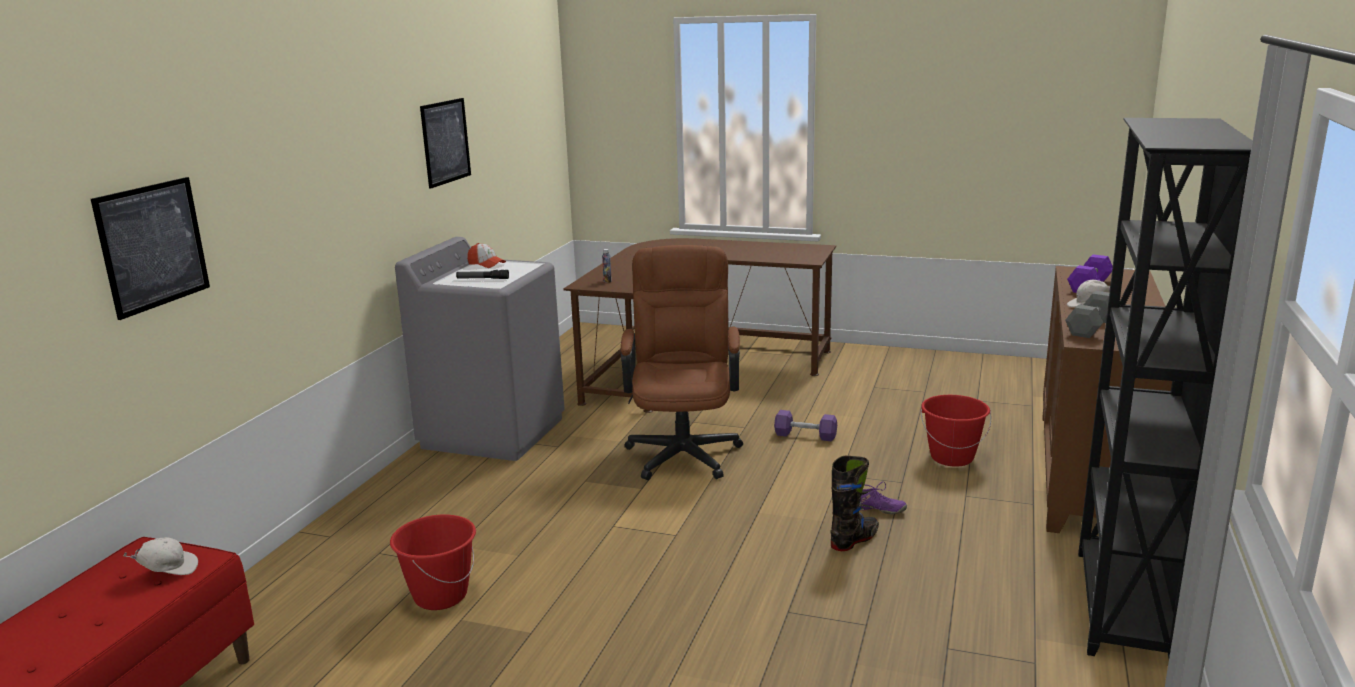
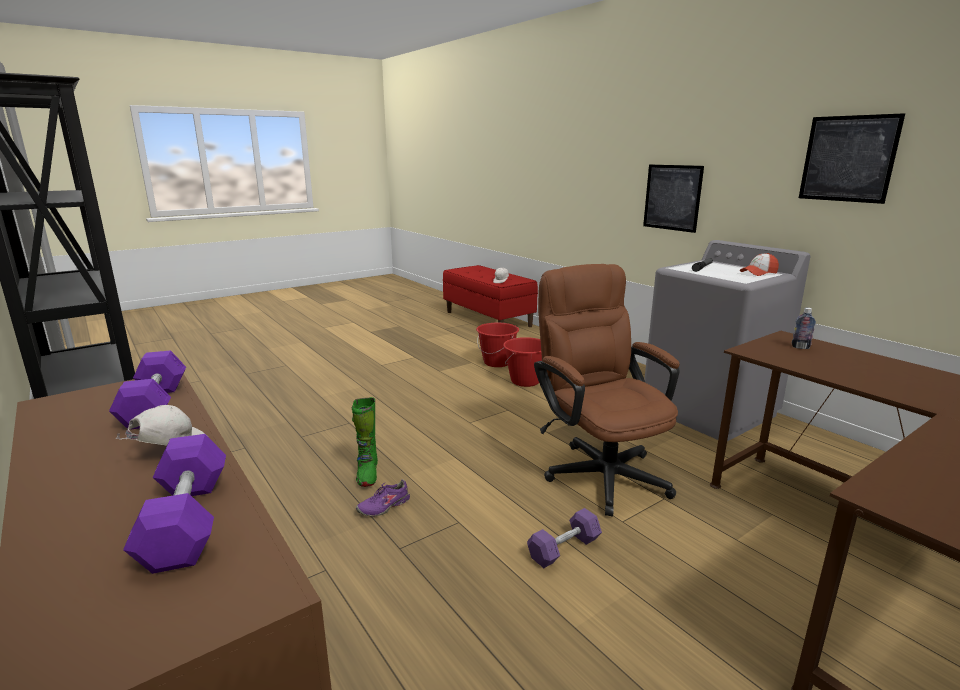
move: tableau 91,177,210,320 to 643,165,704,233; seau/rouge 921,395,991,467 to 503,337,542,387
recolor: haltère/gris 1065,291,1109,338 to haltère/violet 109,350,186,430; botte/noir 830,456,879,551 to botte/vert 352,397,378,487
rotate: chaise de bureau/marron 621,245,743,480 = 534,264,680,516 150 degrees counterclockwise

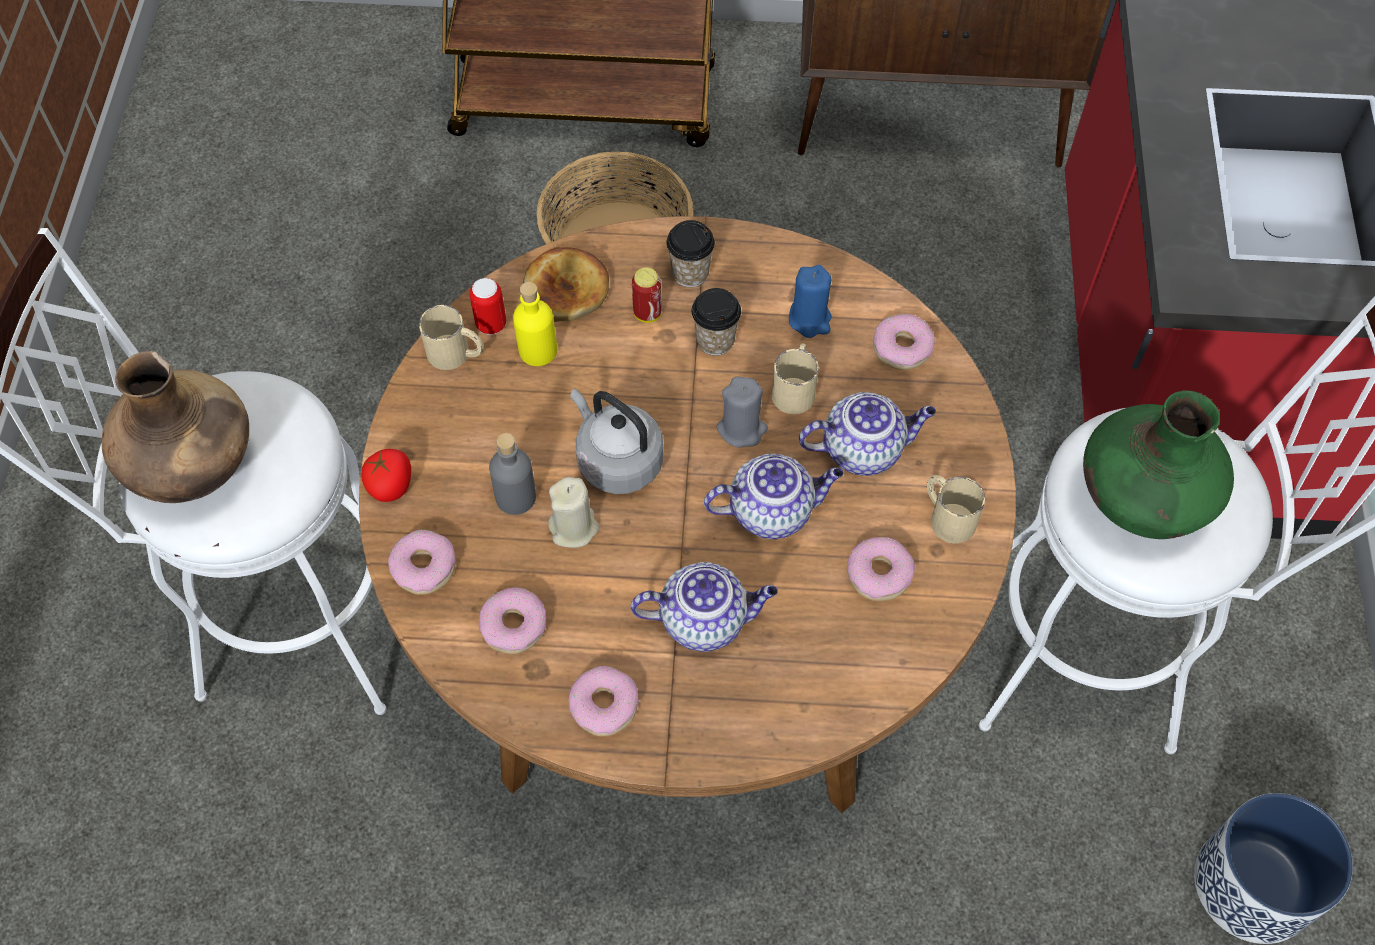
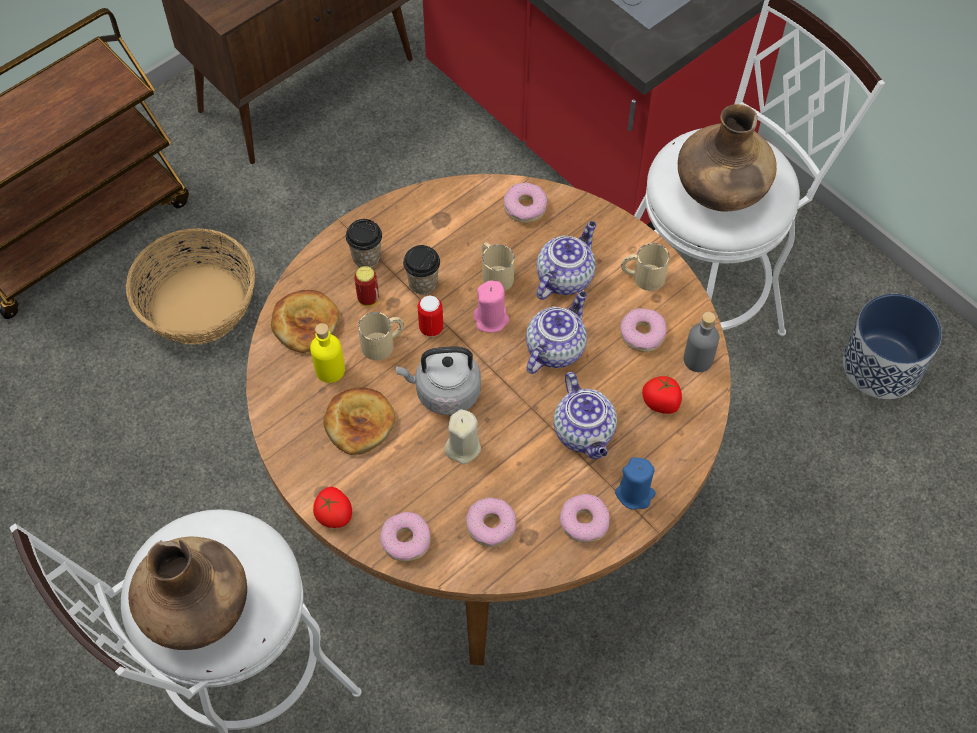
insert: tomate 642,376,682,414; pain 323,387,395,455
move: bougie/bleu 789,265,831,338 to 615,457,656,510; boîte métallique 469,278,506,335 to 418,295,443,337; mug/beige 419,305,484,370 to 358,312,404,360; bouteille/gris 489,433,536,515 to 684,312,719,372
recolor: bougie/gris 716,377,768,448 to bougie/rose 474,280,509,333; vase/vert 1083,390,1234,539 to vase/marron 678,104,777,212
rotate: théière 631,562,778,652 = 554,372,617,459 120 degrees clockwise

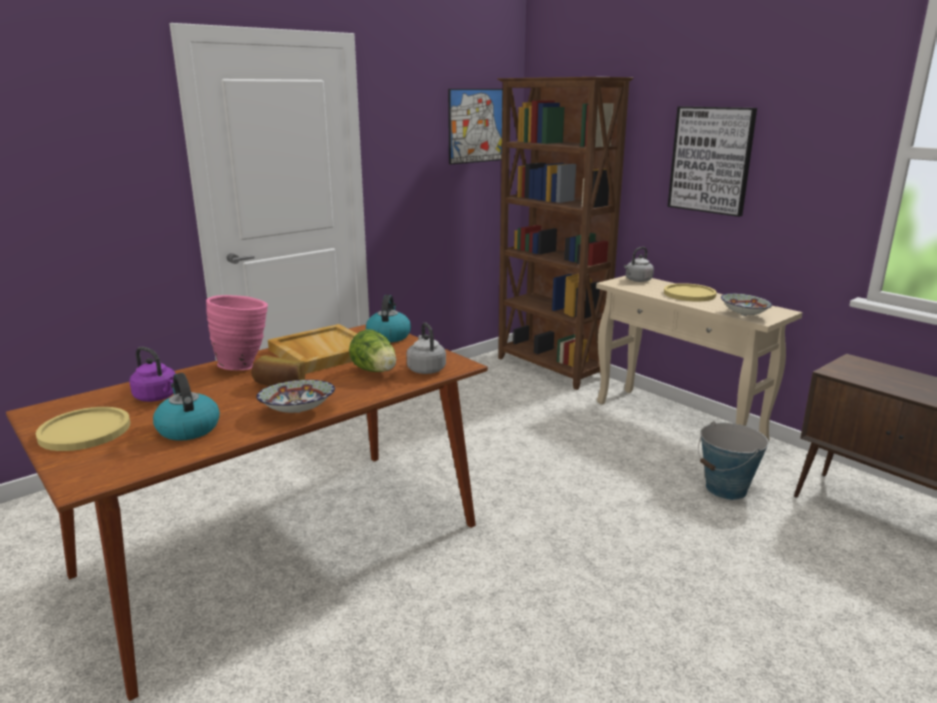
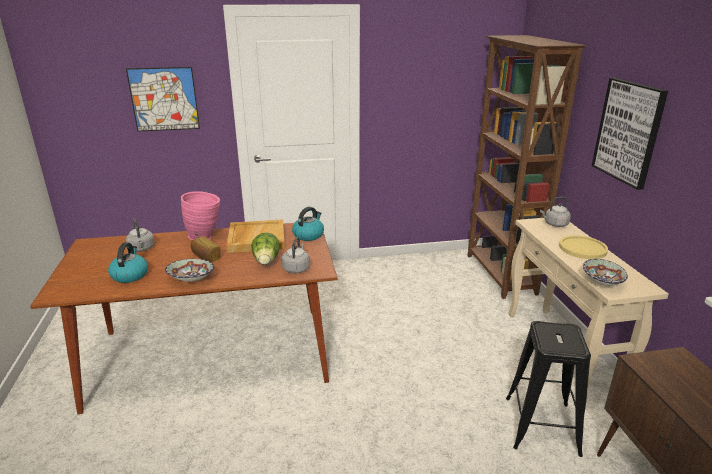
delete: assiette/jaune 36,407,130,451
move: tableau 448,89,503,164 to 126,67,200,132
replace: seau 698,421,769,500 to tabouret/noir 506,321,591,457
recolor: bouilloire/violet 129,347,176,402 to bouilloire/gris 126,218,154,252

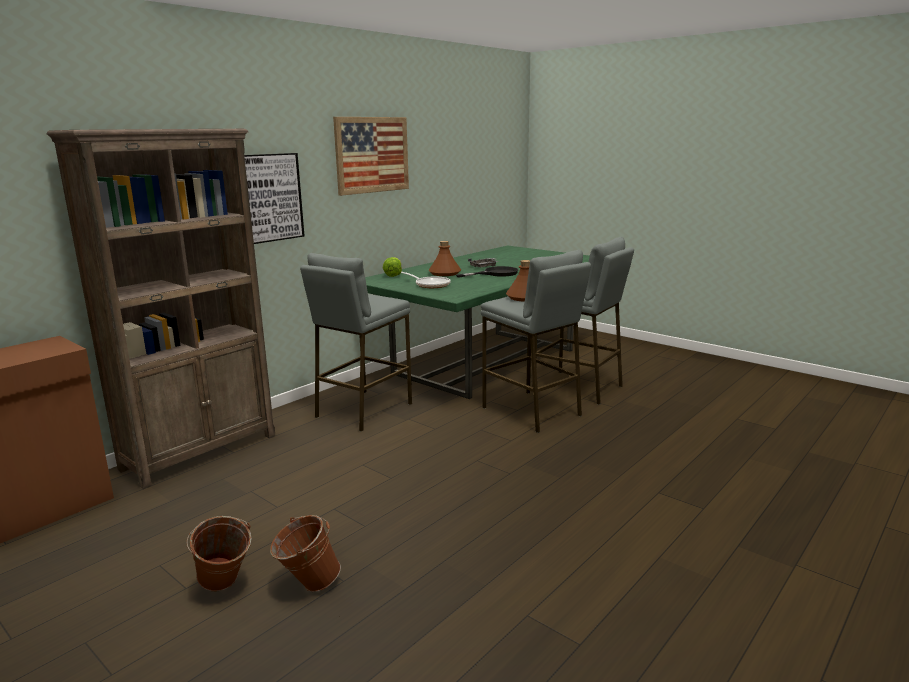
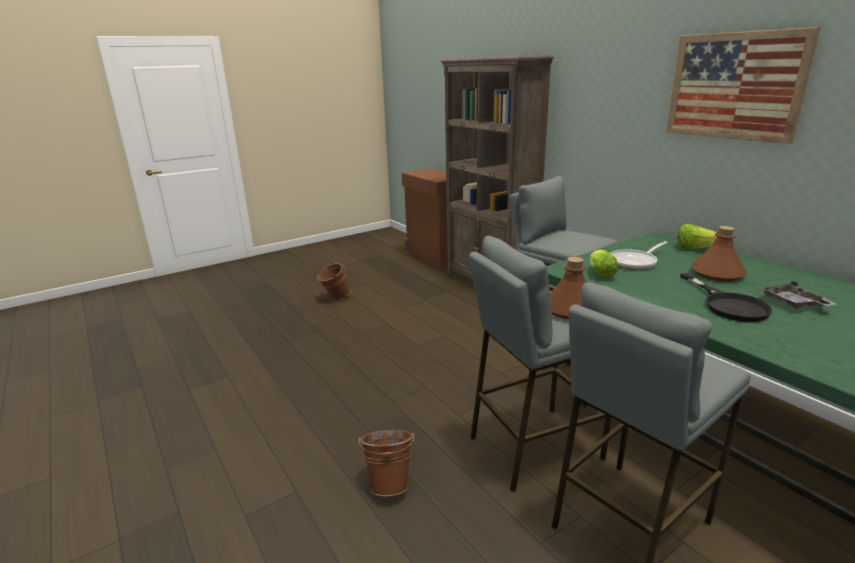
delete: tableau 244,153,305,244
insert: laitue 590,250,618,278
move: seau/marron 270,515,341,592 to 359,430,414,496

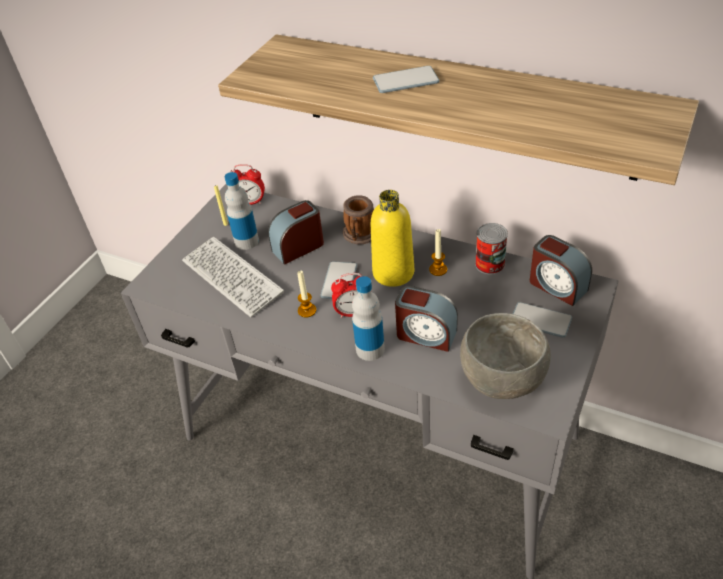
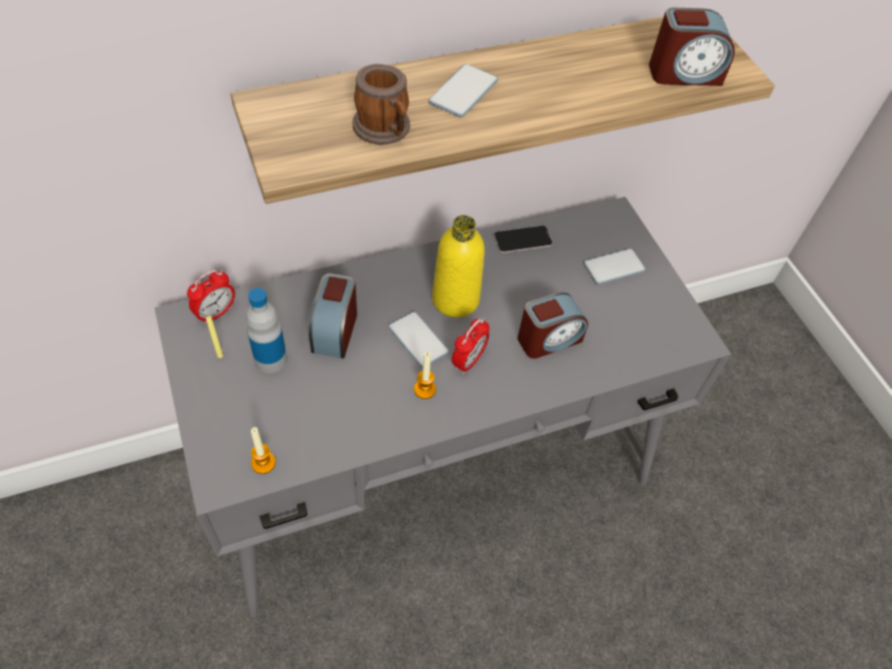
delete: clavier 182,237,284,317; bouteille 352,276,385,361; bol/gris 460,313,551,399
move: mug 343,195,374,244 to 352,64,410,145; bougie 429,229,447,276 to 251,427,276,474; réveil 530,235,592,306 to 649,8,735,86
replace: boîte métallique 475,223,508,274 to téléphone 494,225,553,253

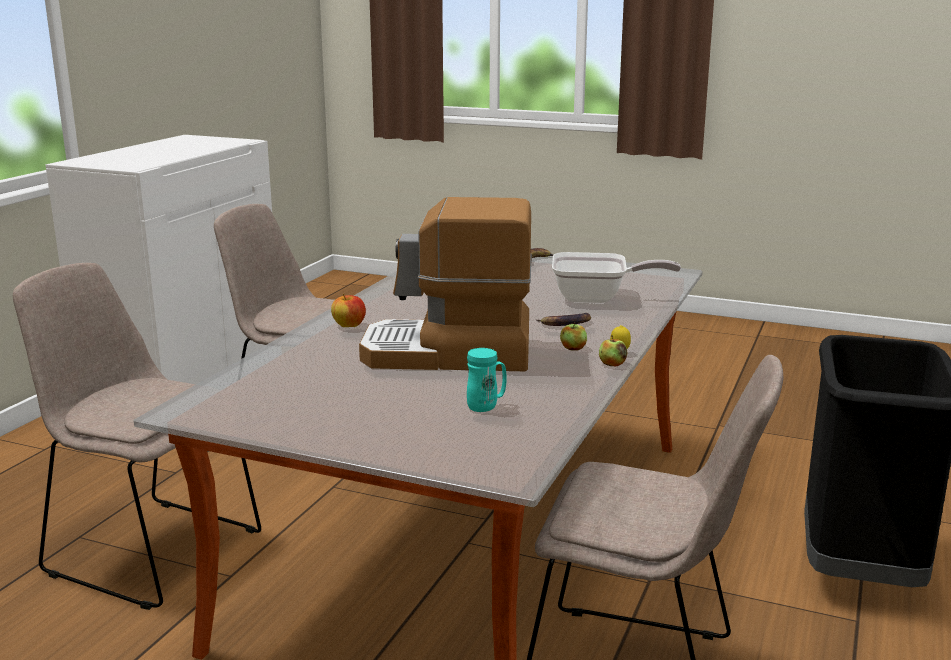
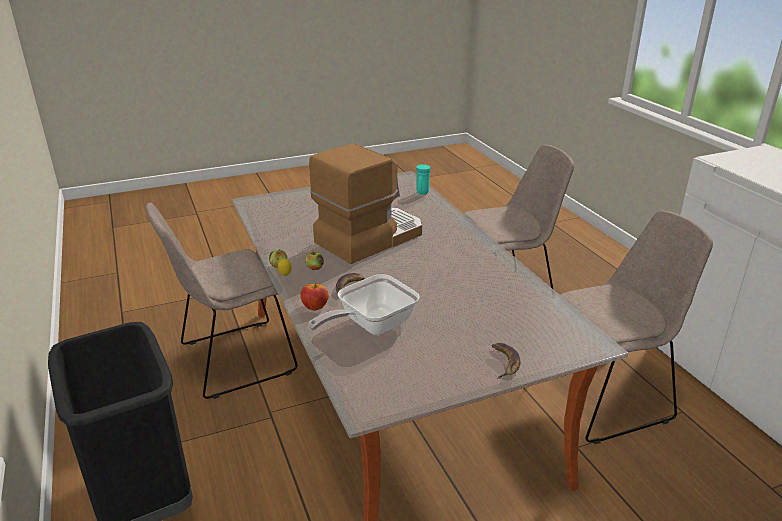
move: pomme 331,294,366,327 to 300,283,329,311; mug/turquoise 467,348,507,412 to 416,164,431,195

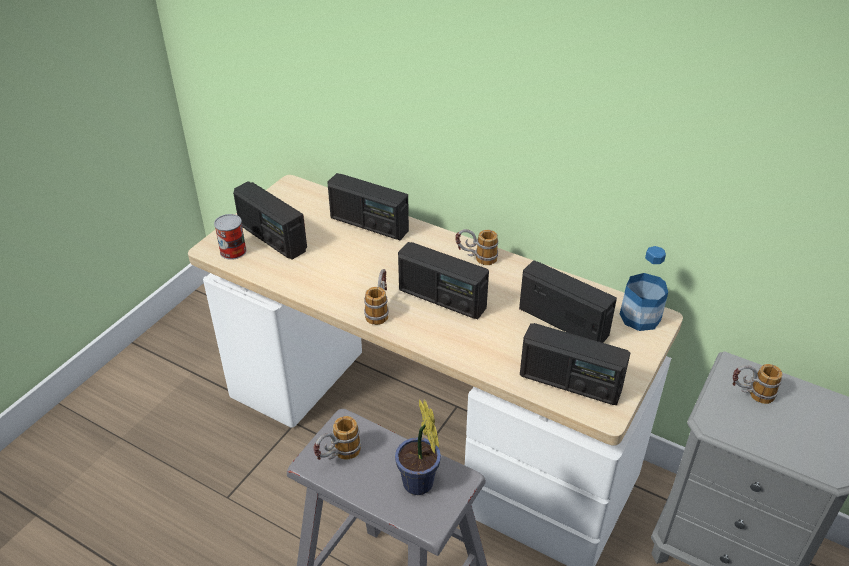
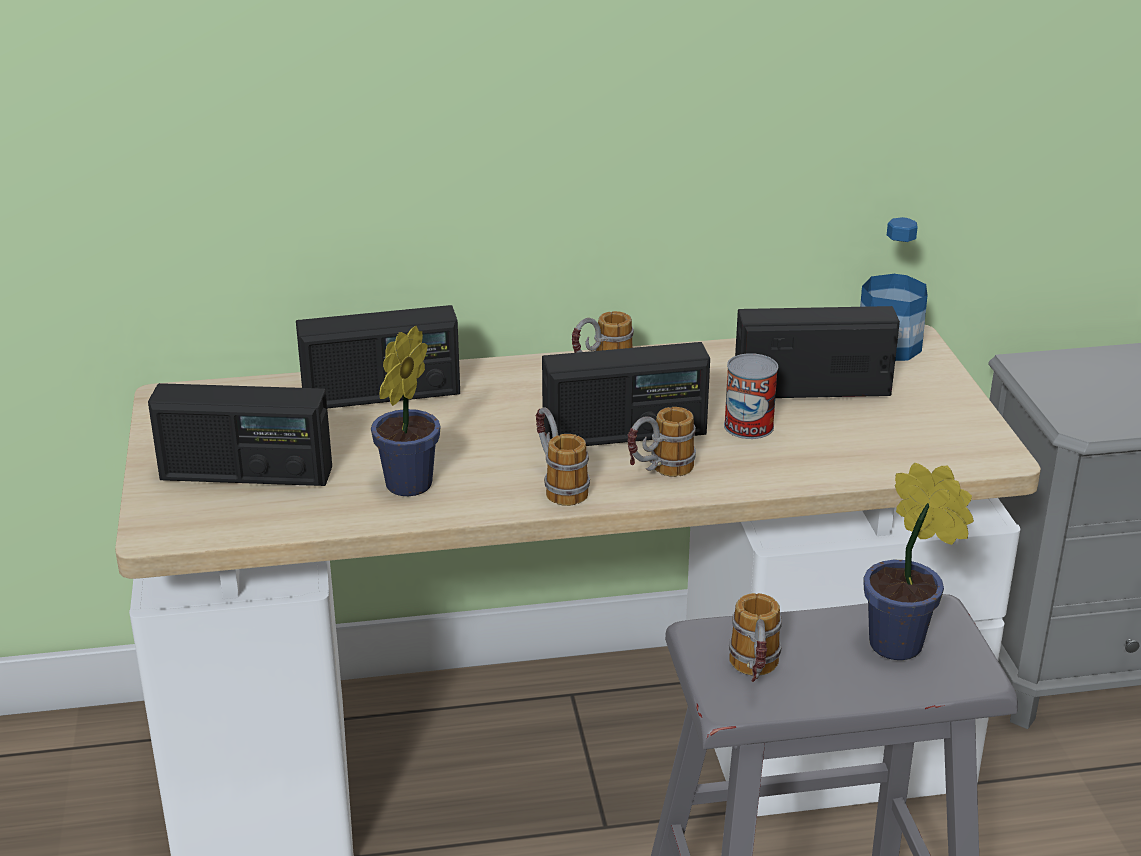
delete: radio 520,323,630,405
insert: plante en pot 371,326,441,496
move: boîte métallique 214,214,247,260 to 724,353,778,439; mug 733,364,783,404 to 628,407,696,477

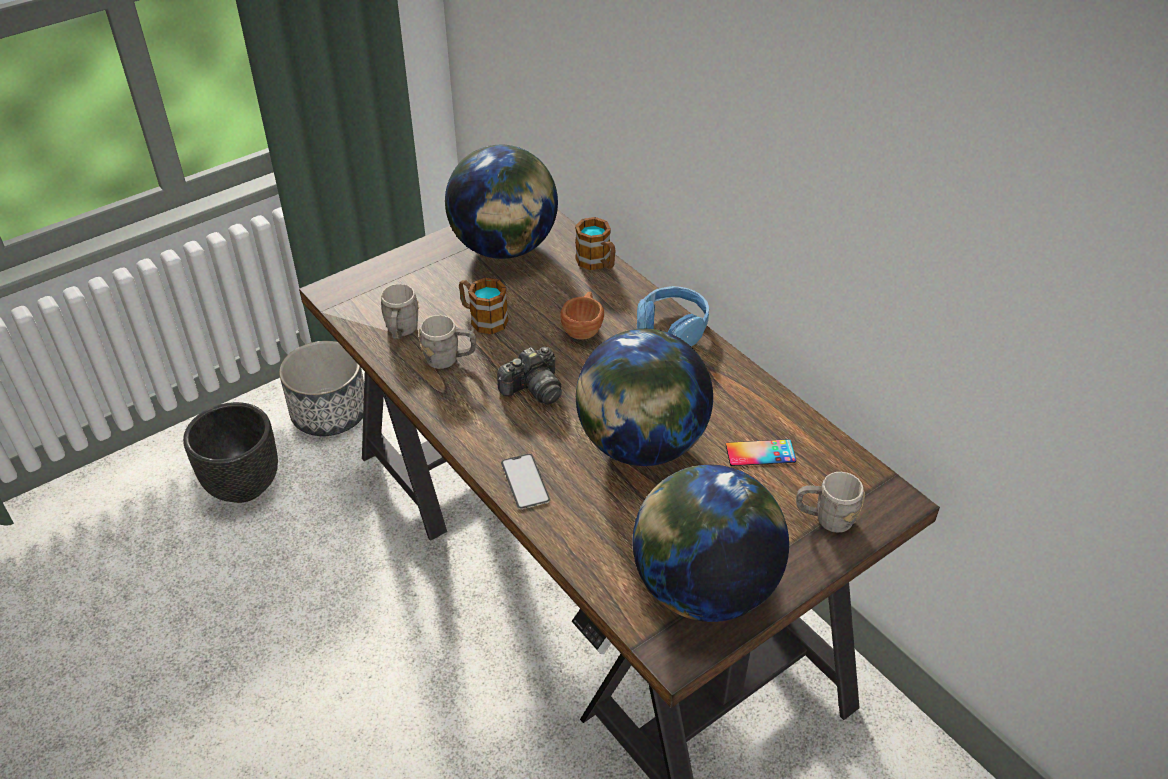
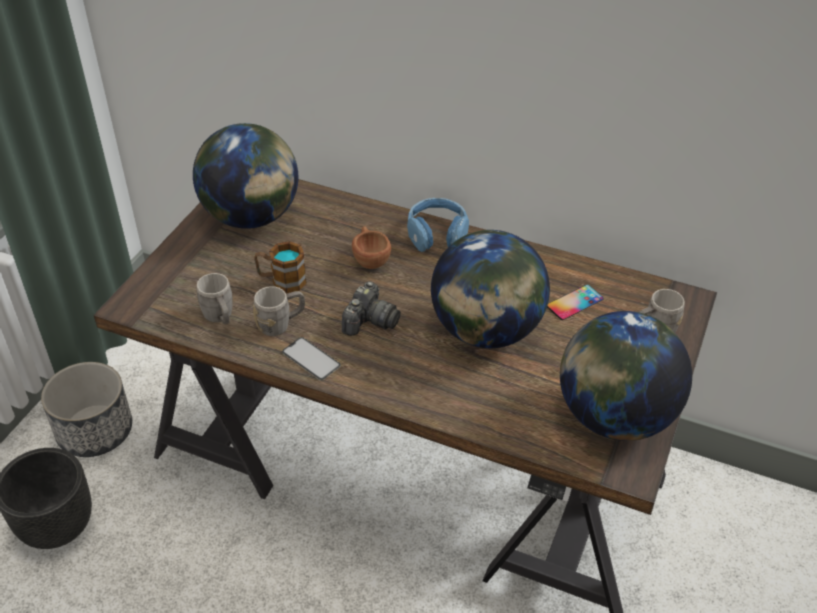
delete: mug 575,217,615,270
move: téléphone 501,454,550,509 to 282,337,341,380

